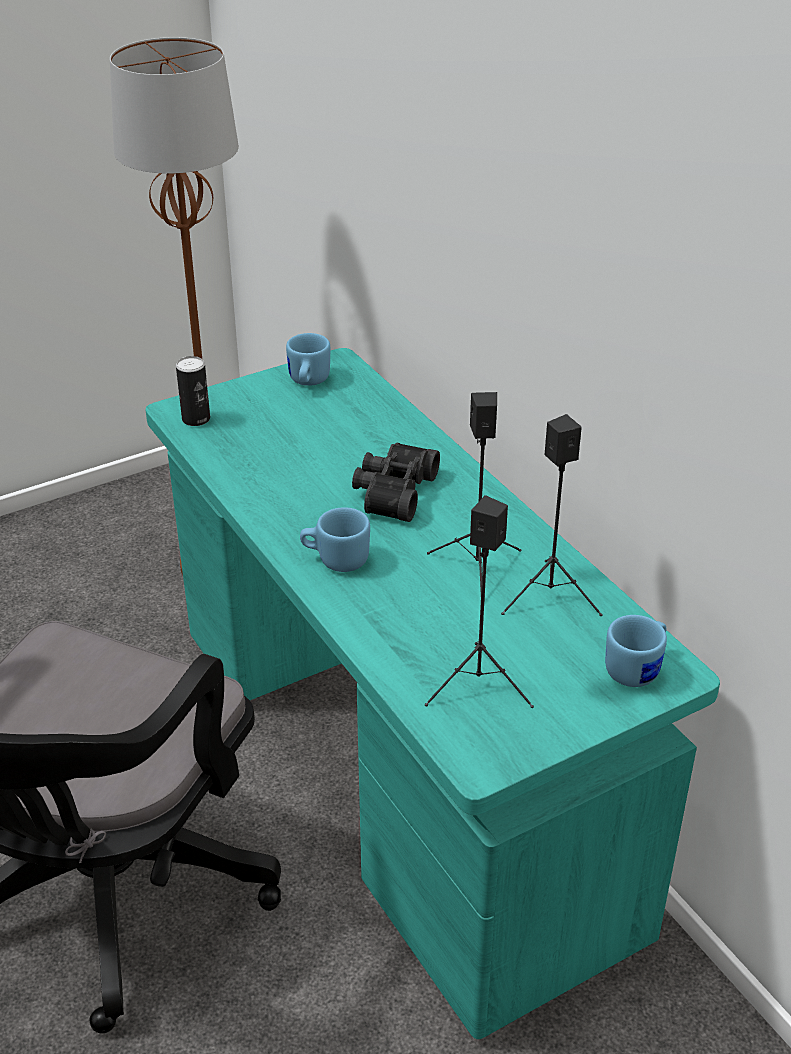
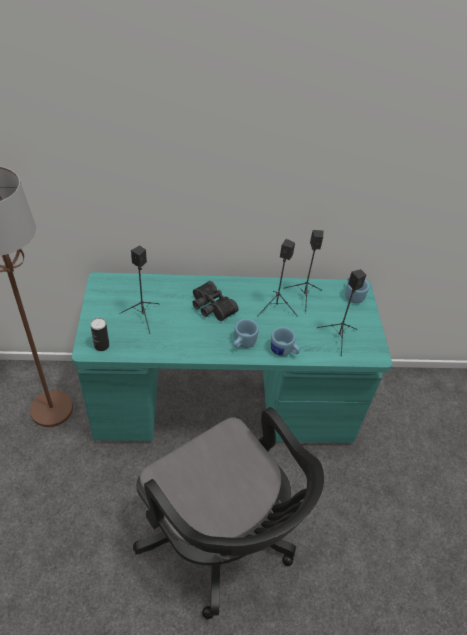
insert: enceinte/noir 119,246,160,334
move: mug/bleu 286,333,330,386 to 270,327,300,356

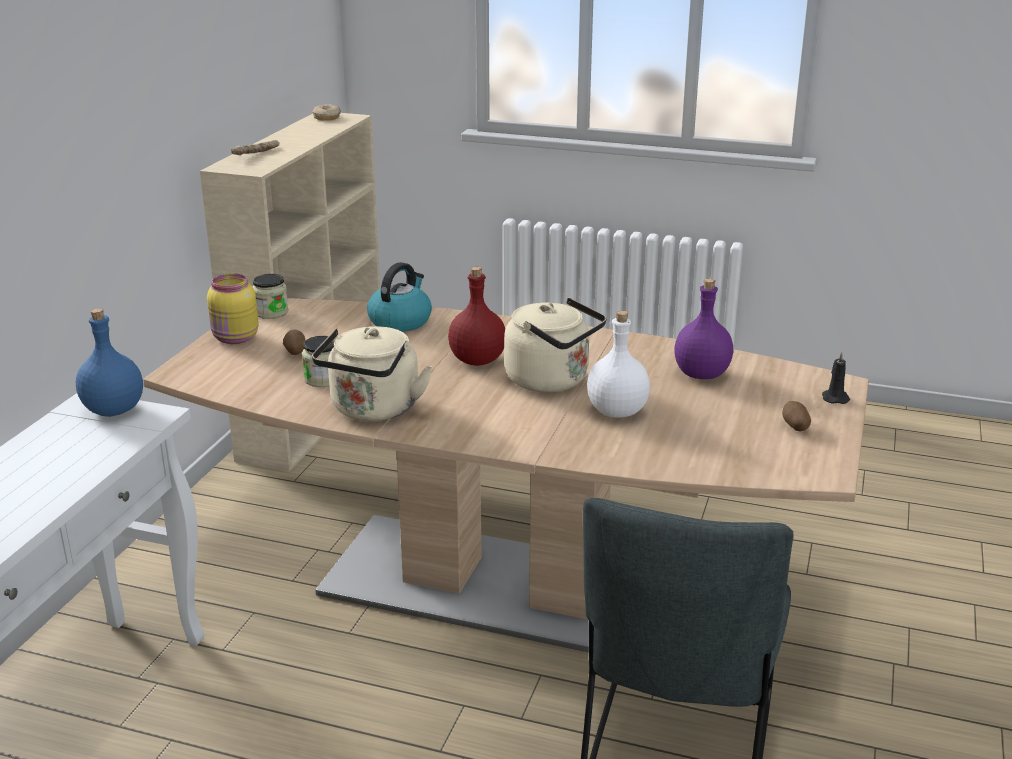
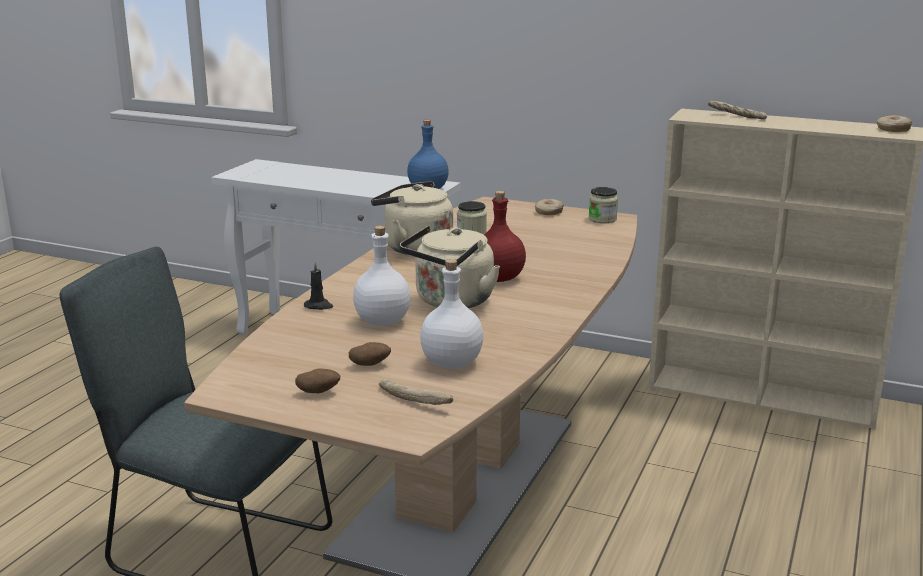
delete: bouilloire 367,262,432,332
insert: pain 379,379,453,405
move: pomme de terre 283,329,305,355 to 349,342,391,366; bougie/noir 822,351,850,404 to 304,261,333,310
replace: bocal/jaune 207,273,259,344 to beignet 535,199,564,215
recolor: bouteille/violet 674,278,733,379 to bouteille/blanc 420,259,483,369

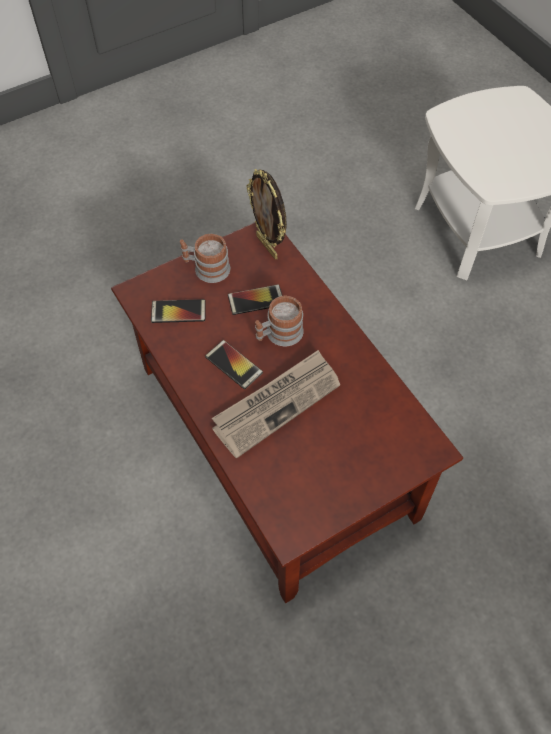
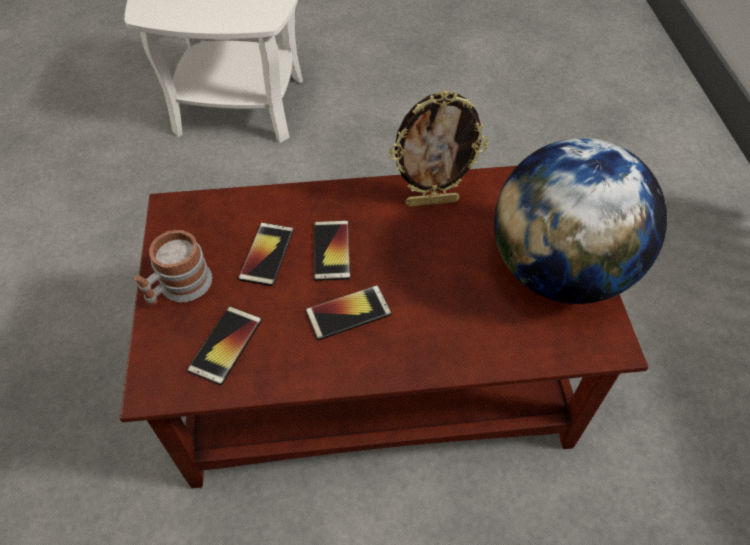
delete: journal 212,350,340,459
insert: globe 494,138,667,304
move: cadre photo 246,169,287,259 to 389,90,488,207
replace: mug 255,295,304,346 to téléphone 314,220,351,281

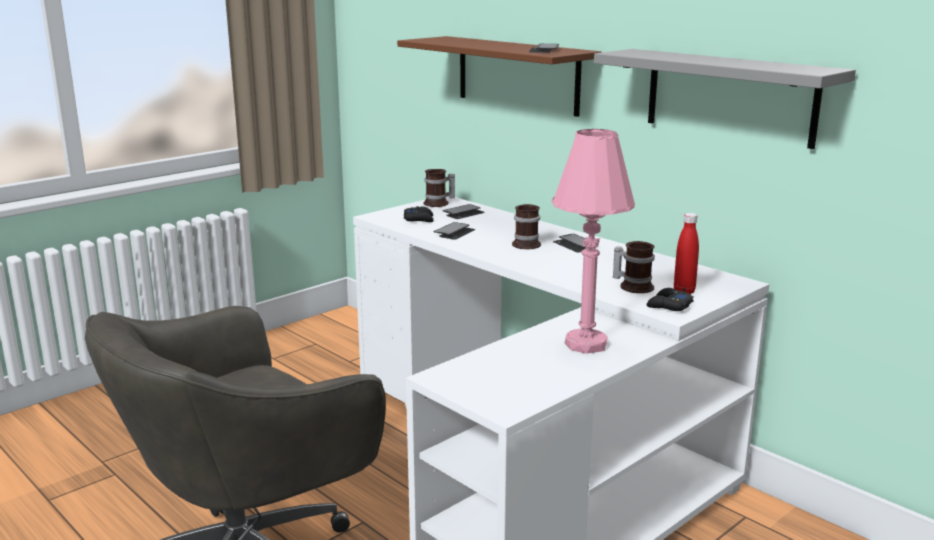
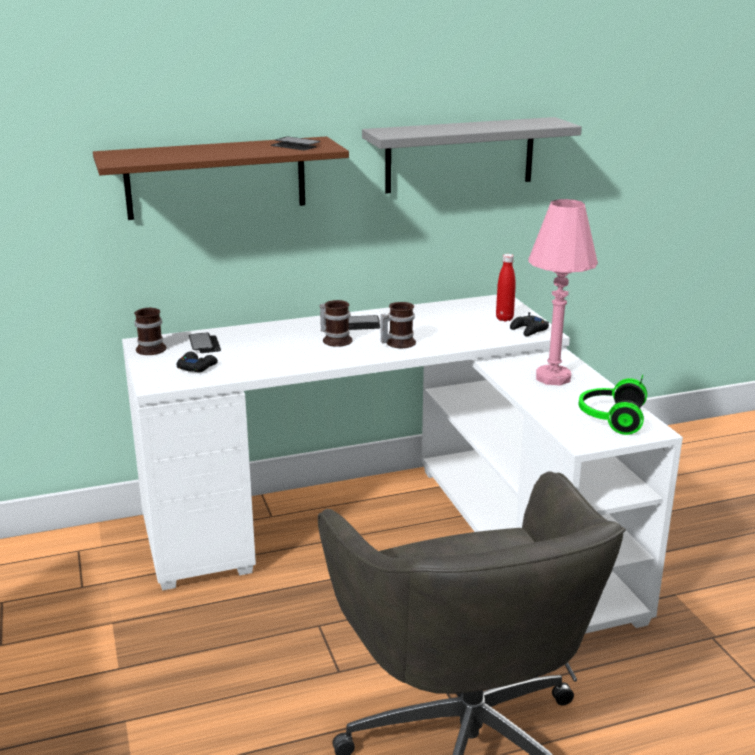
delete: téléphone 434,222,475,240
insert: casque audio 578,375,647,435
move: mug 613,241,655,293 to 380,302,416,348

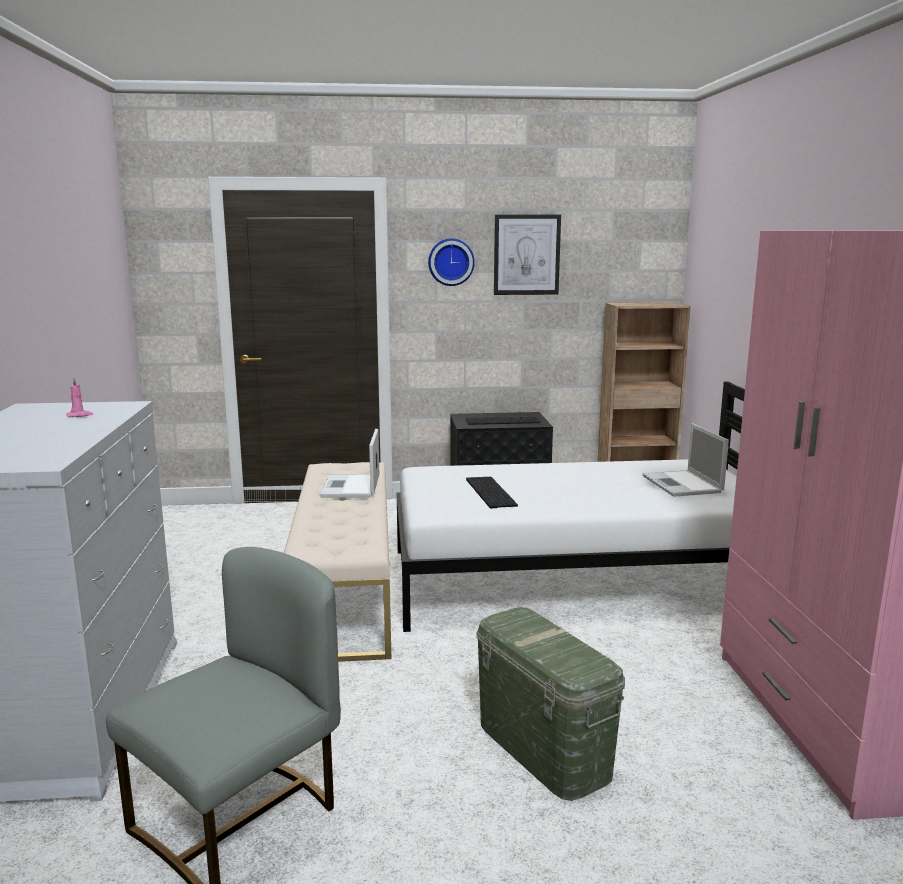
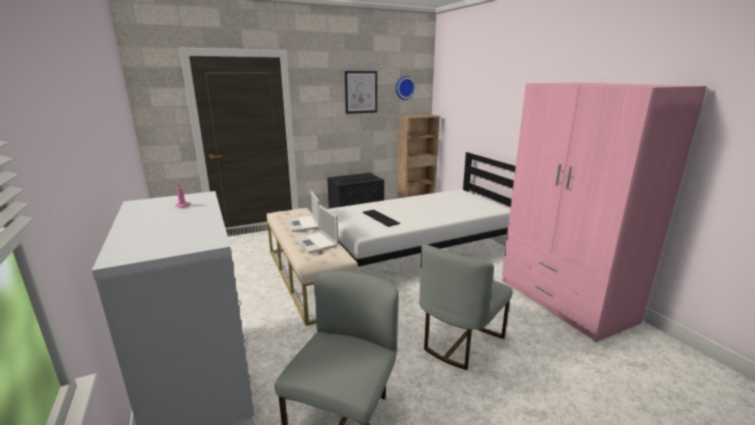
move: horloge murale 428,239,475,286 to 396,76,416,100; ordinateur portable 642,423,729,497 to 294,205,339,253
replace: boîte de rangement/vert 476,607,625,801 to chaise/gris 420,244,513,370

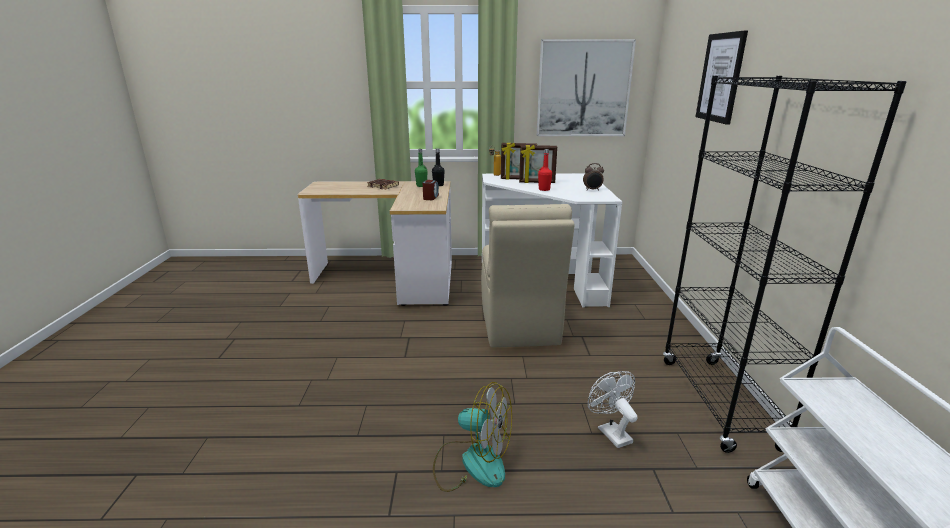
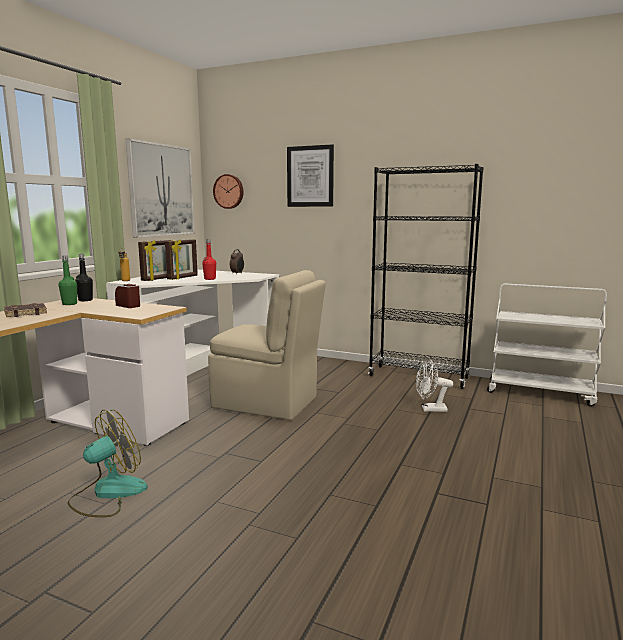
insert: horloge murale 213,174,244,209
move: ventilateur 433,382,512,492 to 67,410,148,517

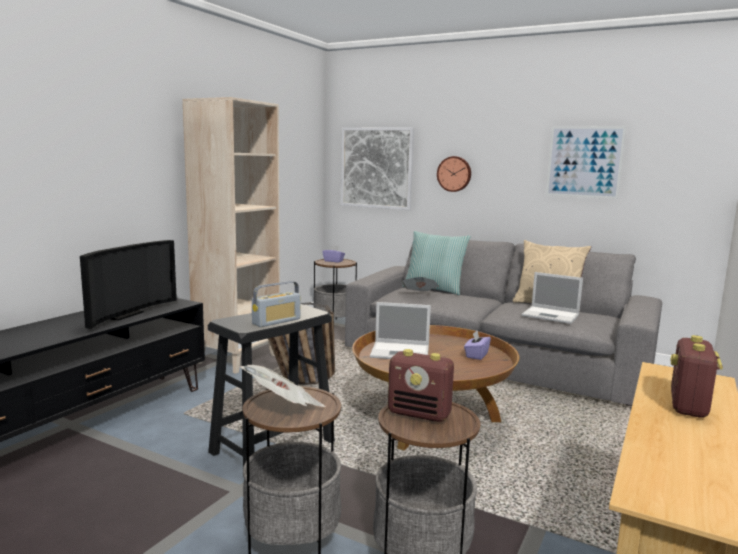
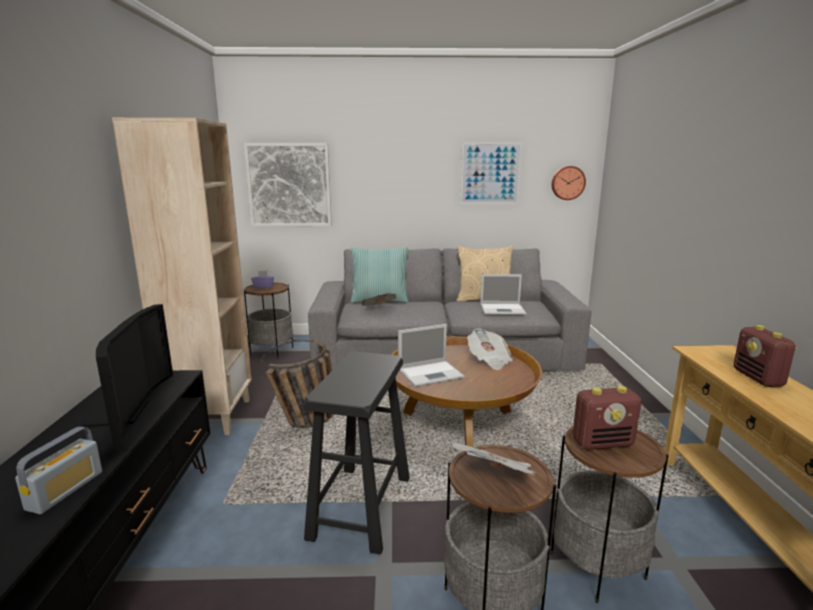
move: horloge murale 437,156,471,192 to 552,166,586,200; radio 252,281,300,327 to 15,427,102,514
replace: boîte à mouchoirs/violet 464,330,491,360 to journal 467,328,513,370

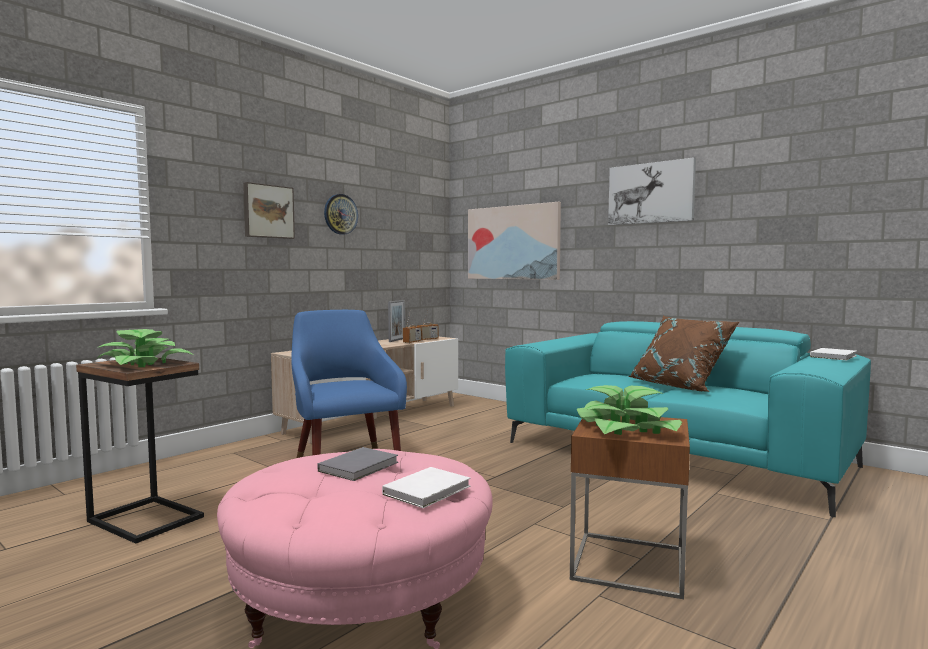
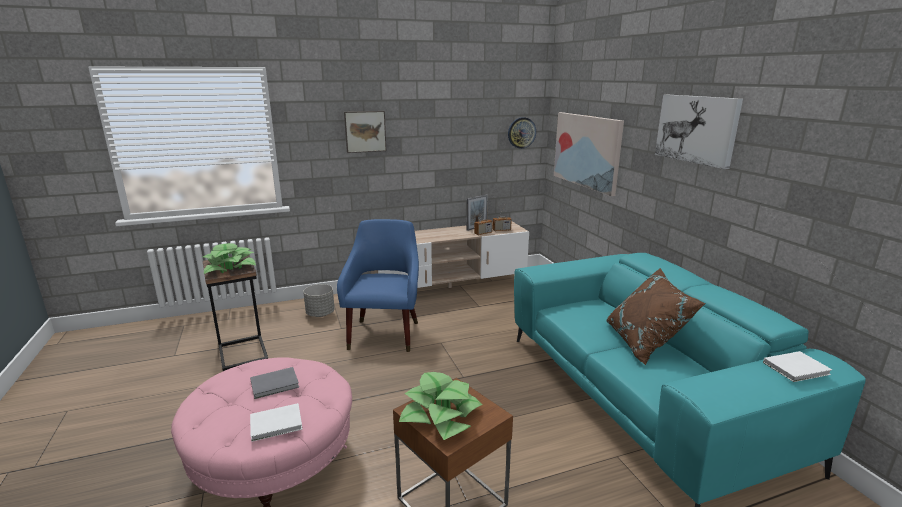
insert: cache-pot/gris 303,284,335,317
move: horloge murale 324,194,358,235 to 508,117,536,149

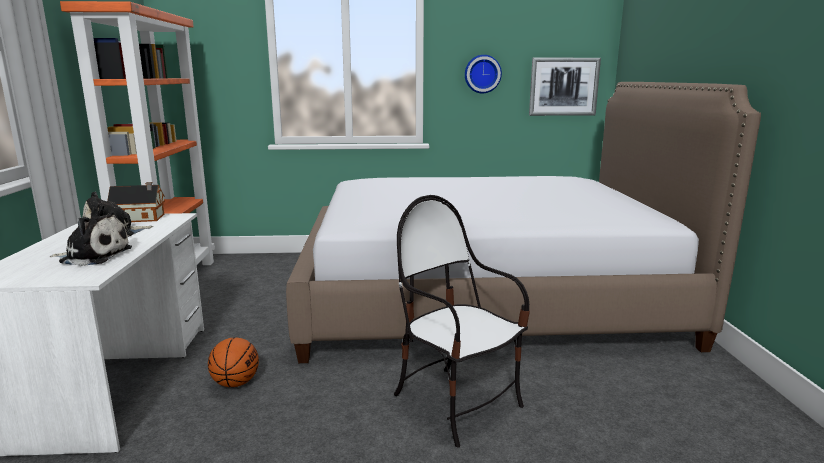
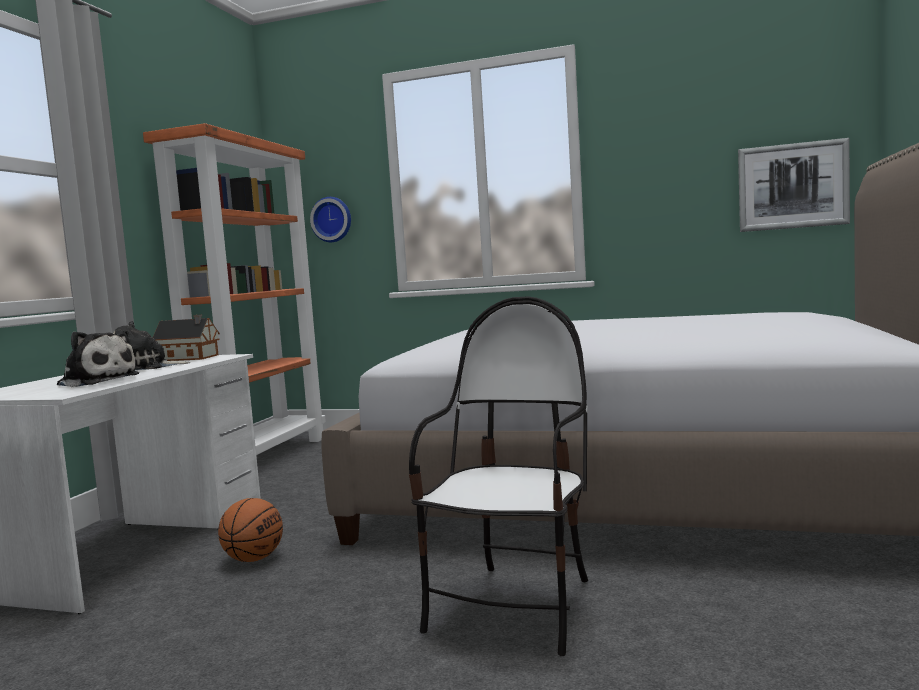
move: horloge murale 465,55,502,93 to 310,197,351,242
rotate: chaise 394,195,530,448 = 409,297,588,656 45 degrees clockwise

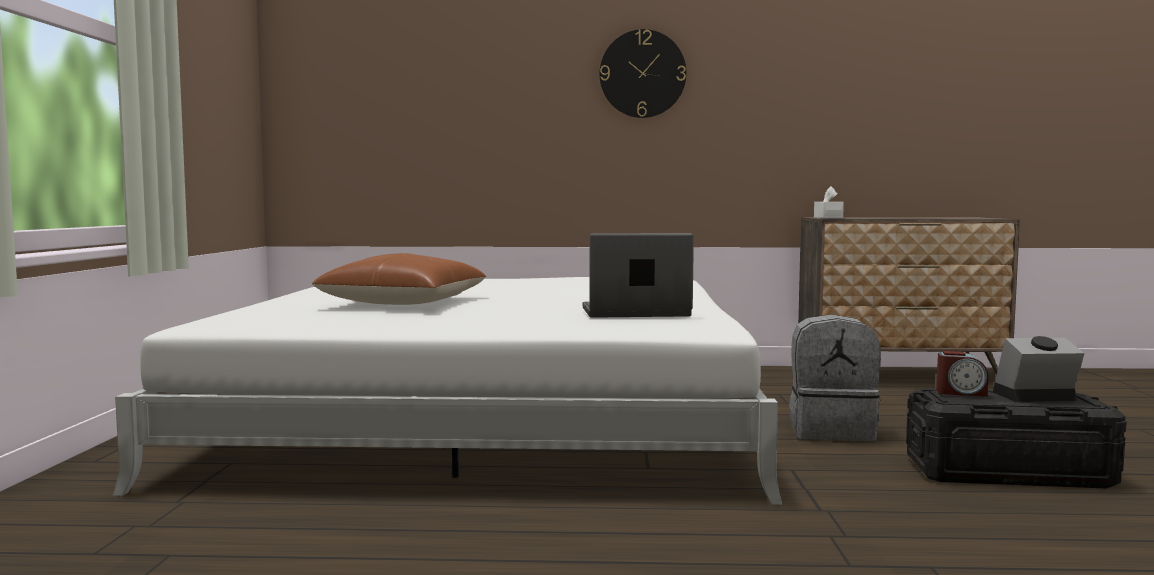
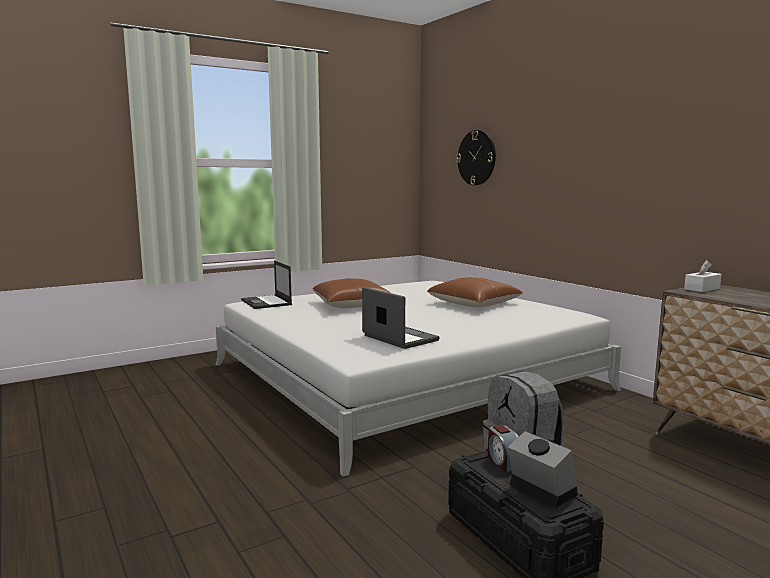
insert: ordinateur portable 241,260,292,309; coussin/marron 427,277,523,307
move: horloge murale 599,29,686,118 to 456,130,496,185

